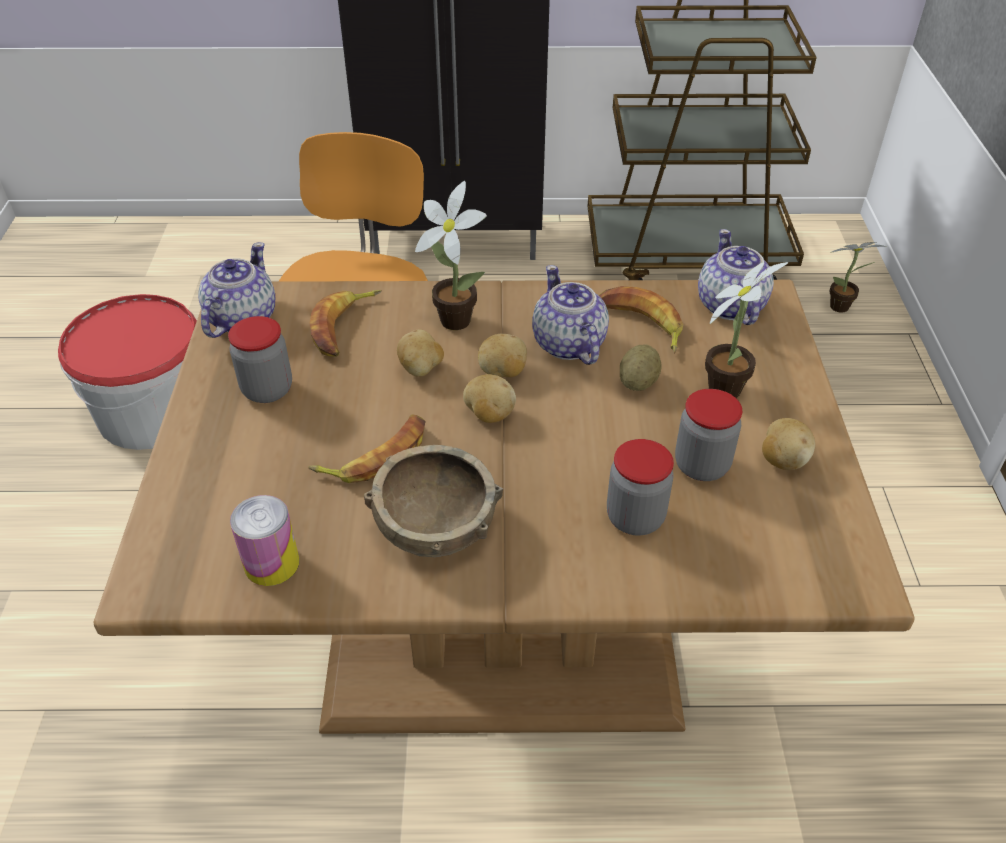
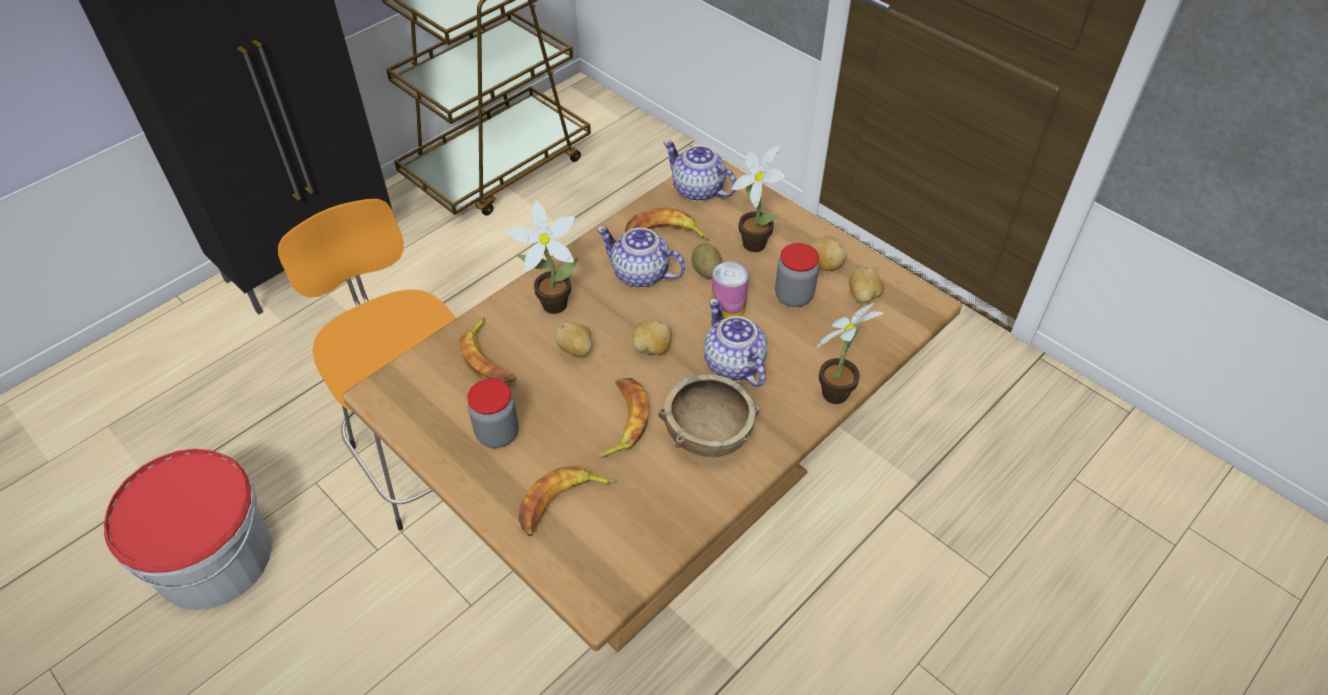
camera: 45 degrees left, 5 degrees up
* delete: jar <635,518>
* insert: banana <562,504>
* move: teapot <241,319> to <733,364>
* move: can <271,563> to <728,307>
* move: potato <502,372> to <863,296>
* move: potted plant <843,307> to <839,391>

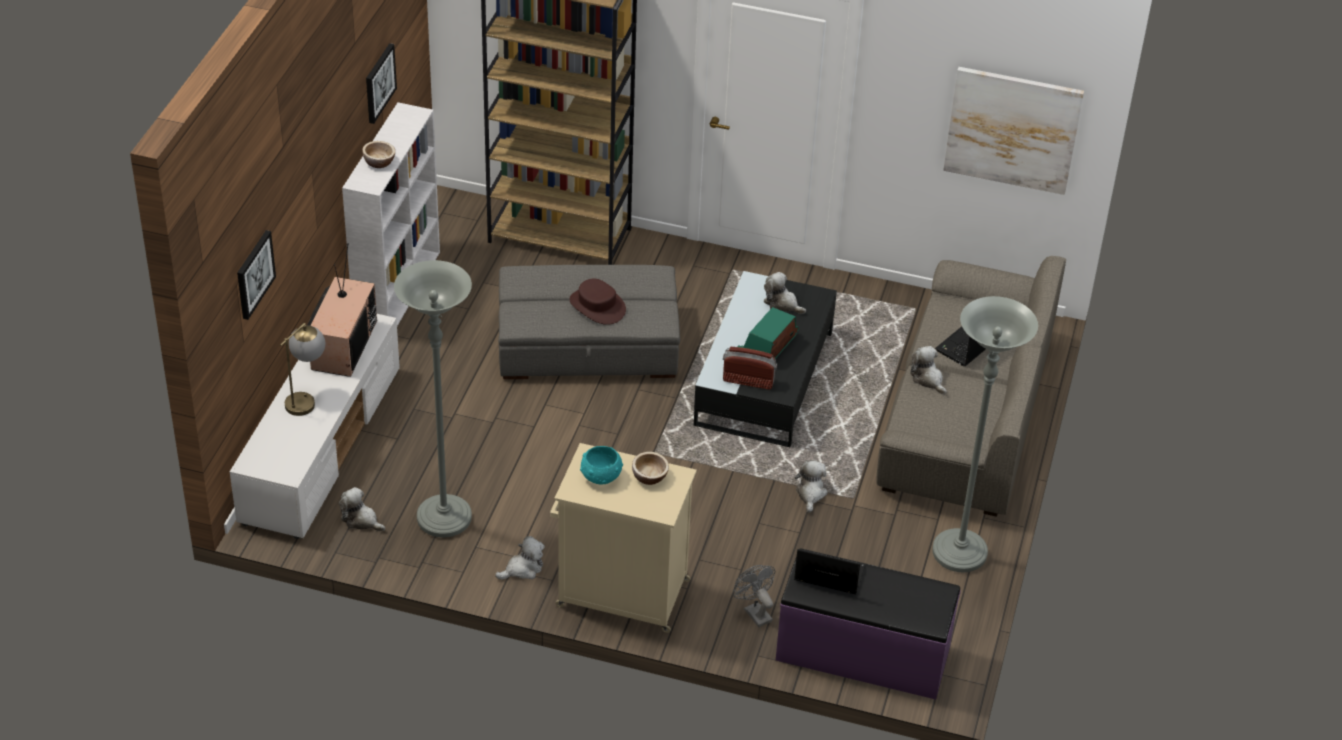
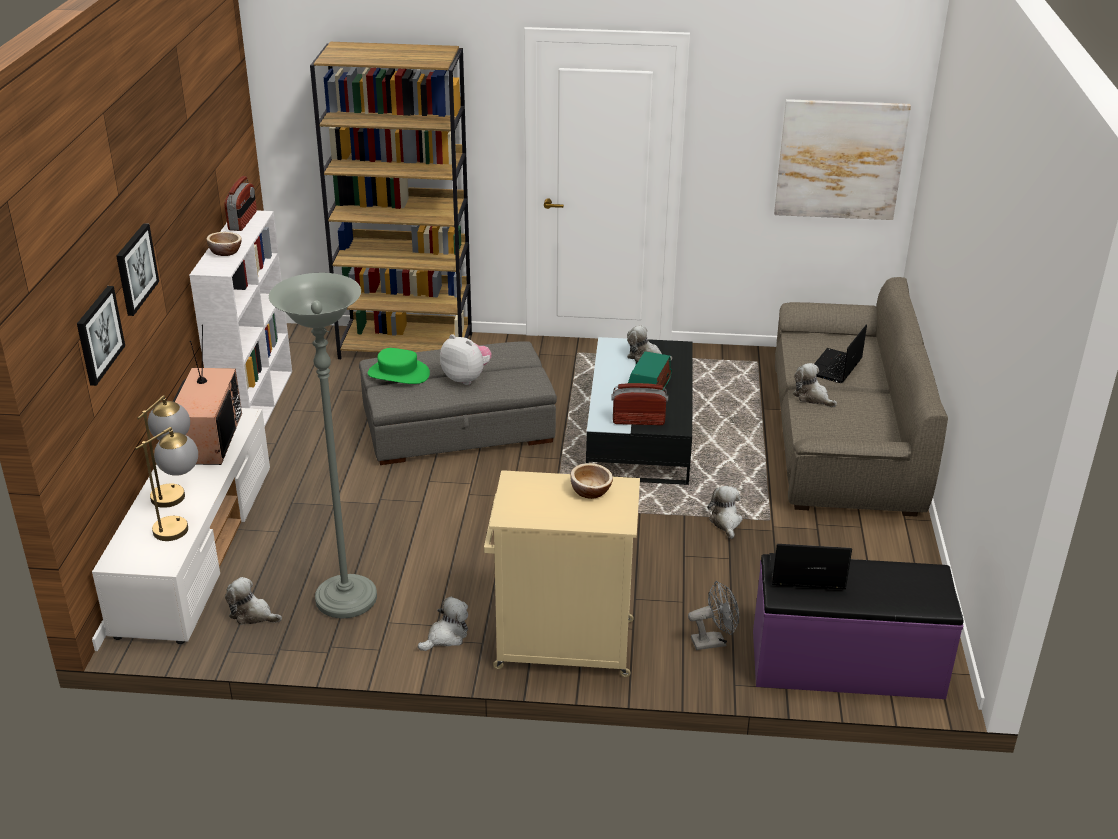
camera: 10 degrees left, 10 degrees down
* delete: bowl (turquoise) <600,476>
* delete: floor lamp (grey) <959,553>
* insert: table lamp <180,524>
* insert: radio <243,221>
* insert: hat (green) <398,374>
* move: picture <379,83> to <135,269>
* replace: hat (brown) <597,306> to plush toy <466,378>
* rotate: fan (grey) <754,612> = <713,641> 120 degrees clockwise

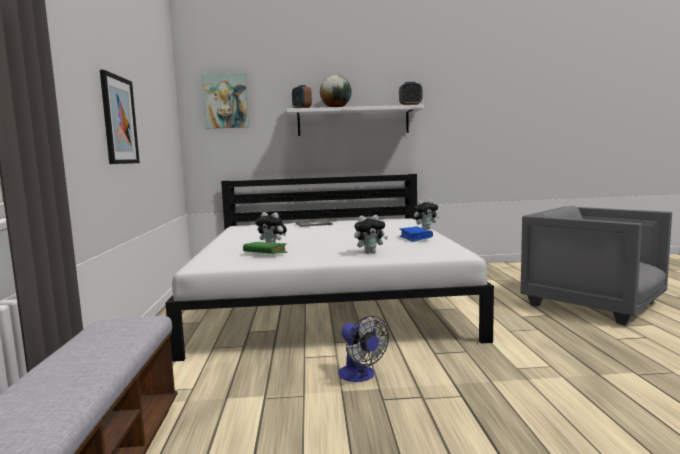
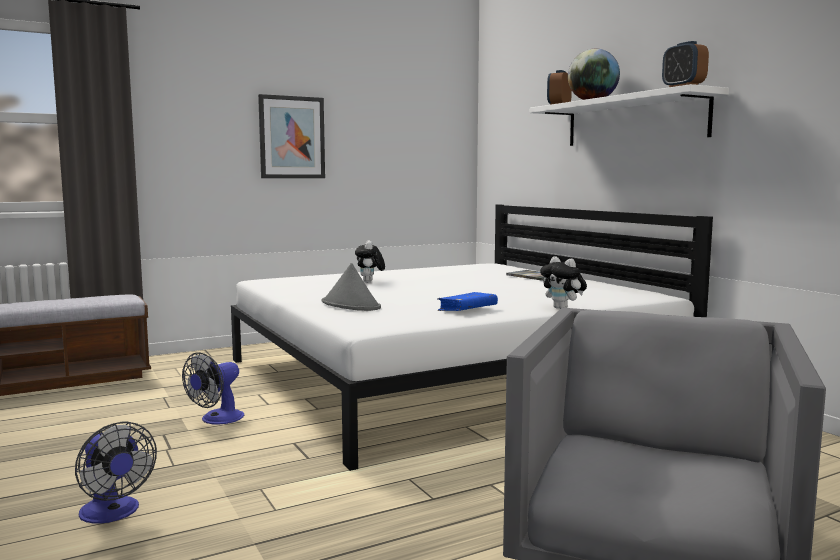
camera: 65 degrees right, 0 degrees up
* delete: picture <225,101>
* delete: book (green) <265,253>
* insert: fan <113,513>
* replace: plush toy <370,253> to hat (grey) <351,305>

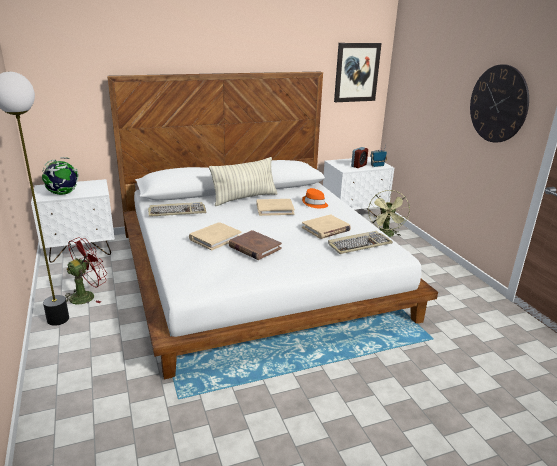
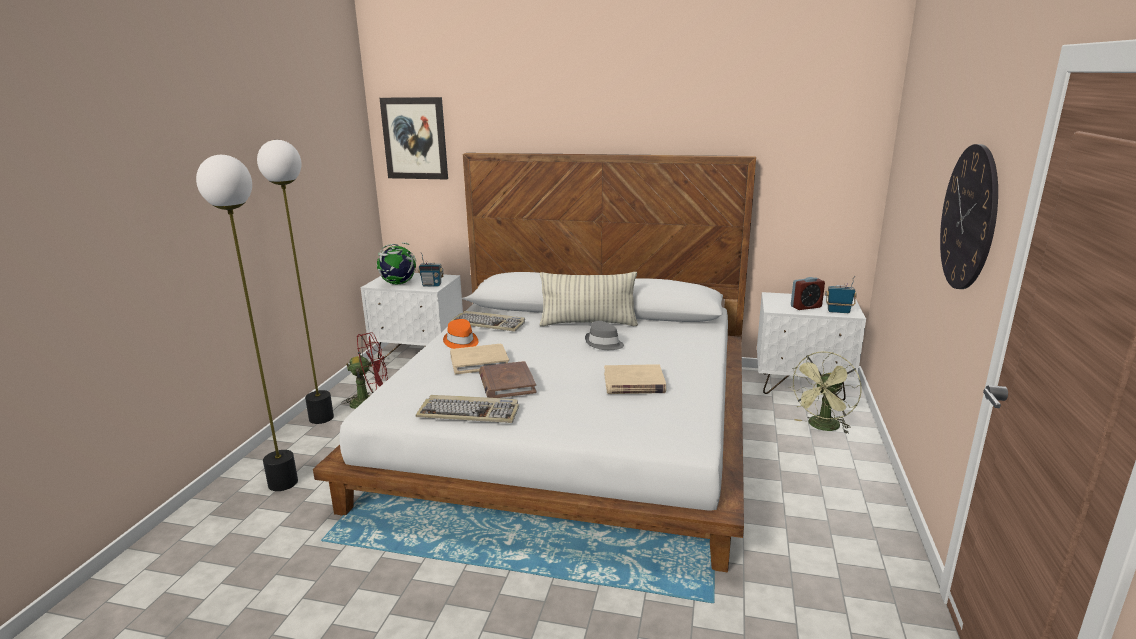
camera: 35 degrees right, 5 degrees down
* insert: floor lamp <282,483>
* insert: radio <432,285>
* move: hat (orange) <314,204> to <461,342>
* move: keyboard <359,244> to <470,412>
* move: picture <356,72> to <415,138>
* replace: book (beige) <275,209> to hat (grey) <604,343>

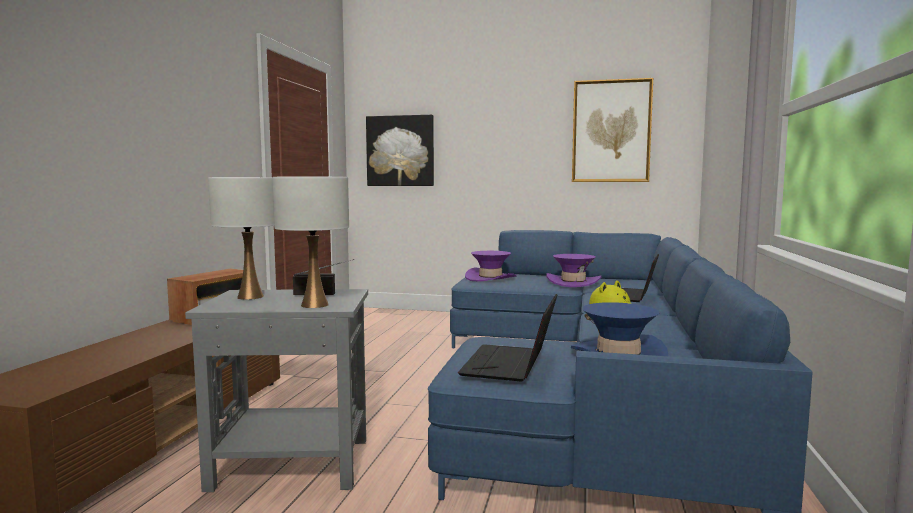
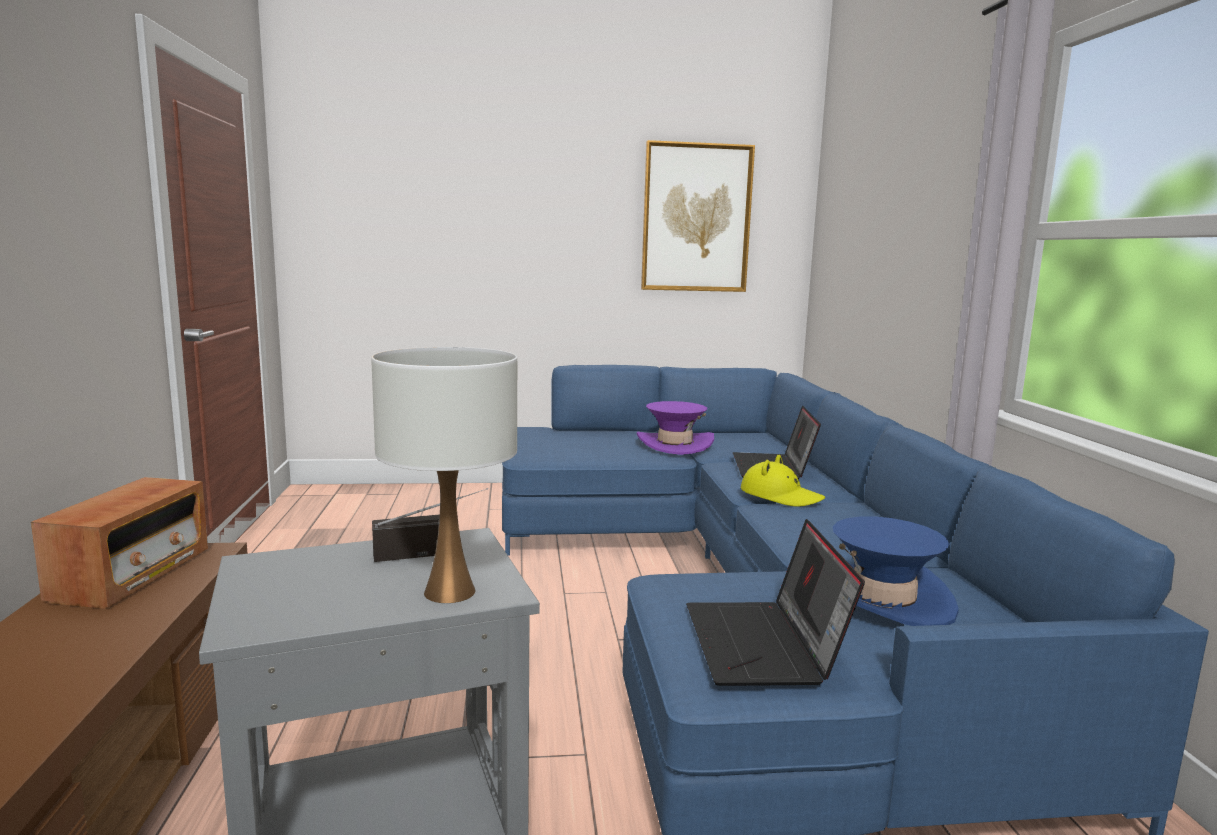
camera: 20 degrees left, 5 degrees up
* delete: table lamp (white) <250,297>
* delete: picture <400,151>
* delete: hat (purple) <490,278>

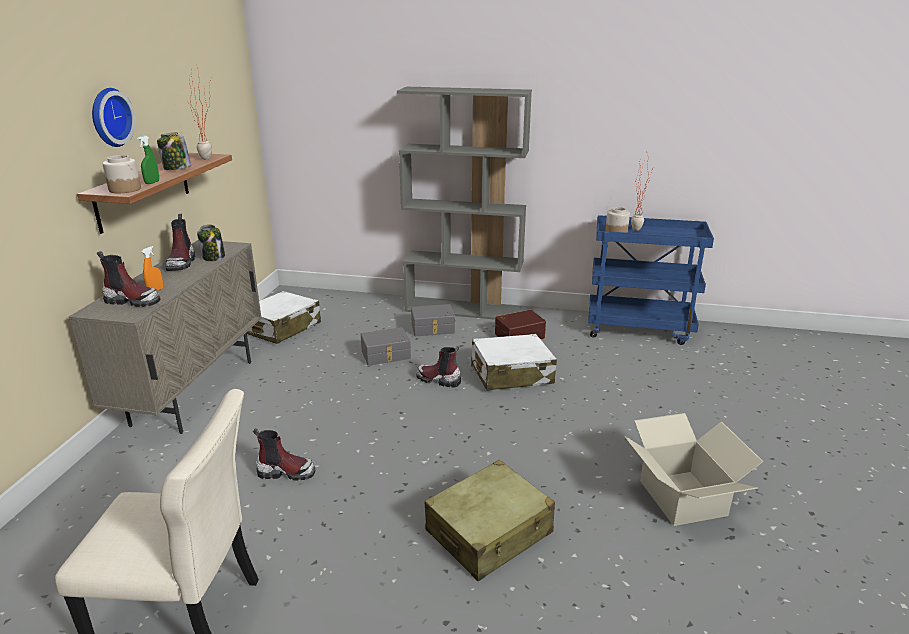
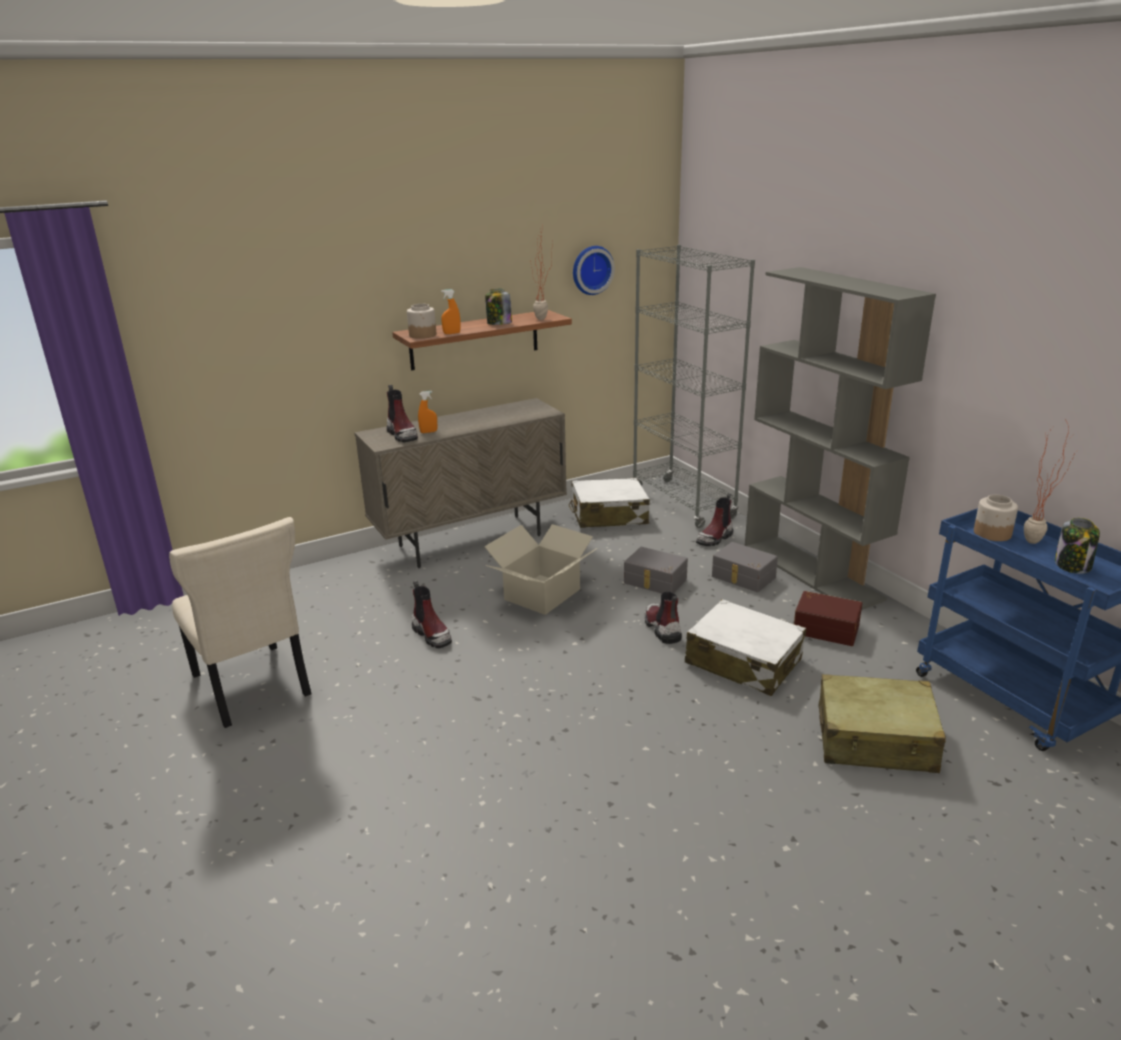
camera: 50 degrees right, 0 degrees up
* insert: bookcase (grey) <683,503>
* move: wall clock <109,117> to <591,270>
* move: boot <181,263> to <715,538>
* move: jar <214,257> to <1073,565>
* move: suitcase (beige) <489,532> to <875,740>
* move: cardboard box <681,498> to <541,594>
* recolor: spray bottle (green) <152,182> to spray bottle (orange) <451,333>

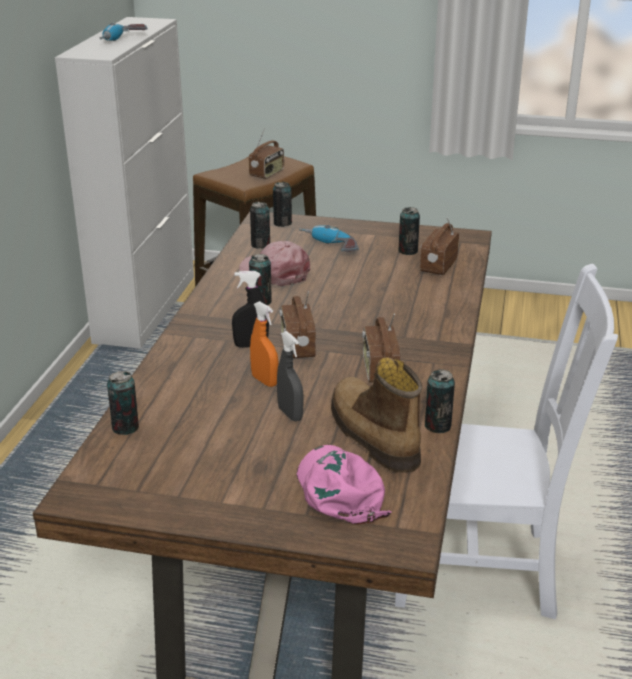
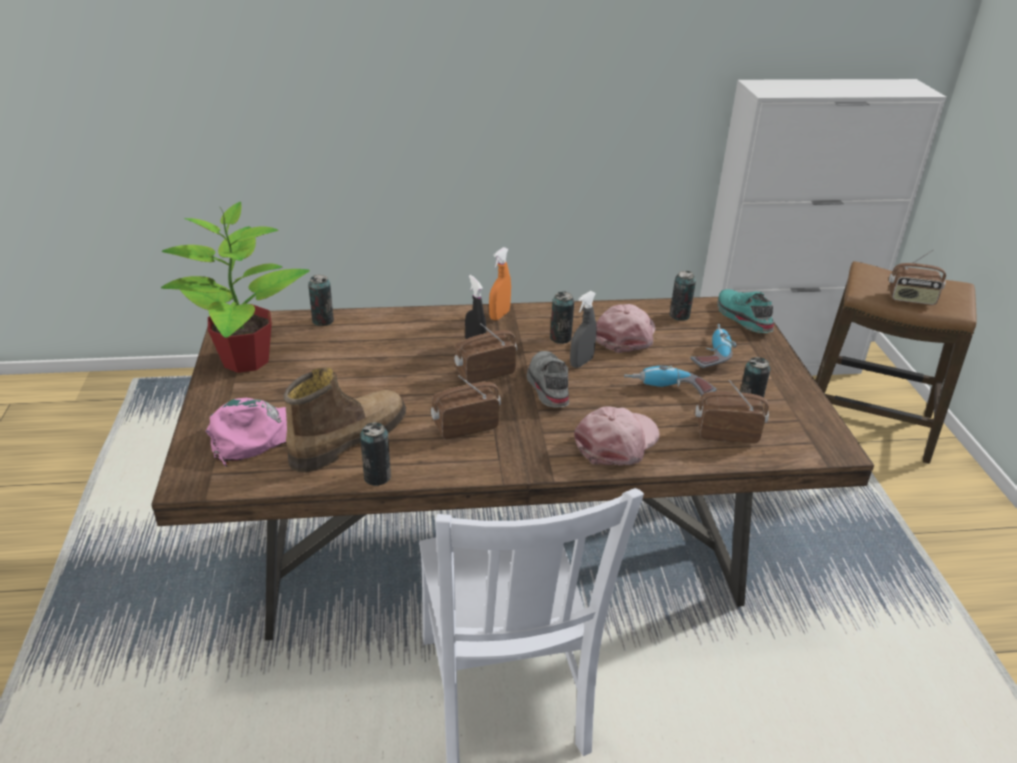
camera: 70 degrees right, 5 degrees up
* insert: potted plant <244,360>
* insert: shoe (grey) <547,386>
* insert: cap (pink) <617,442>
* move: power drill <122,40> to <668,391>
* move: spray bottle (orange) <264,381> to <499,315>
* move: spray bottle (grey) <290,414> to <581,362>
* replace: can <282,223> to shoe (turquoise) <742,318>

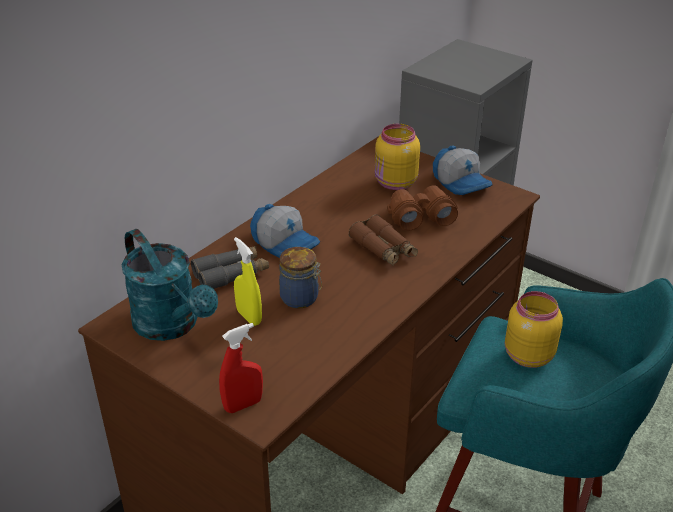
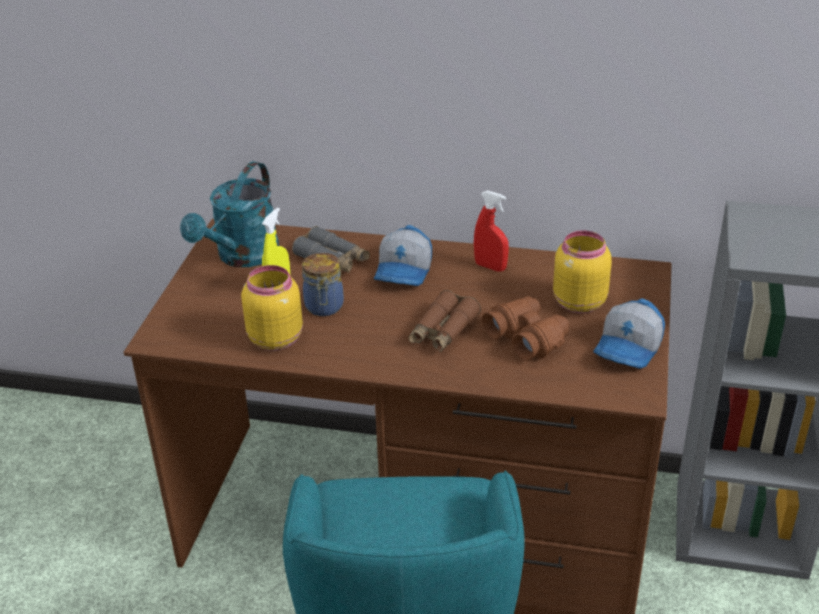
camera: 65 degrees right, 0 degrees up
* move: spray bottle (red) <243,405> to <490,267>
* move: jar (yellow) <526,355> to <275,338>

